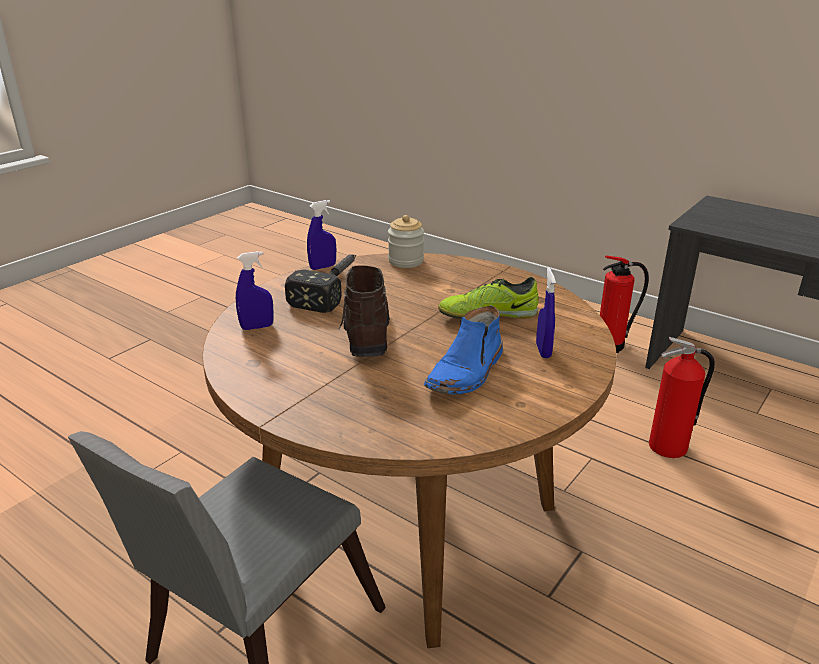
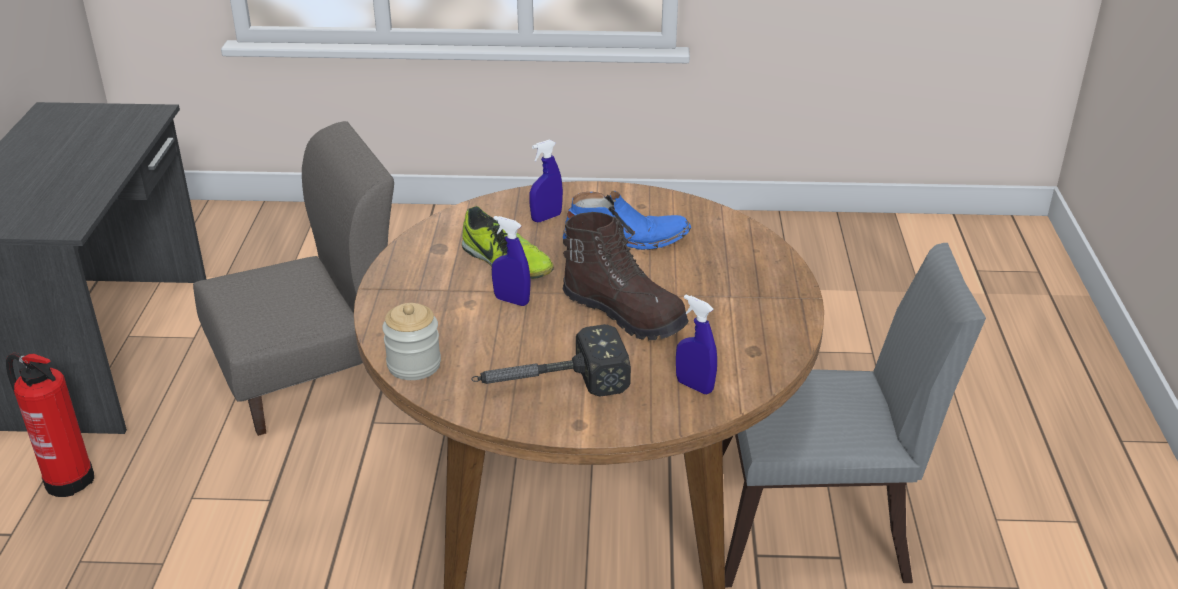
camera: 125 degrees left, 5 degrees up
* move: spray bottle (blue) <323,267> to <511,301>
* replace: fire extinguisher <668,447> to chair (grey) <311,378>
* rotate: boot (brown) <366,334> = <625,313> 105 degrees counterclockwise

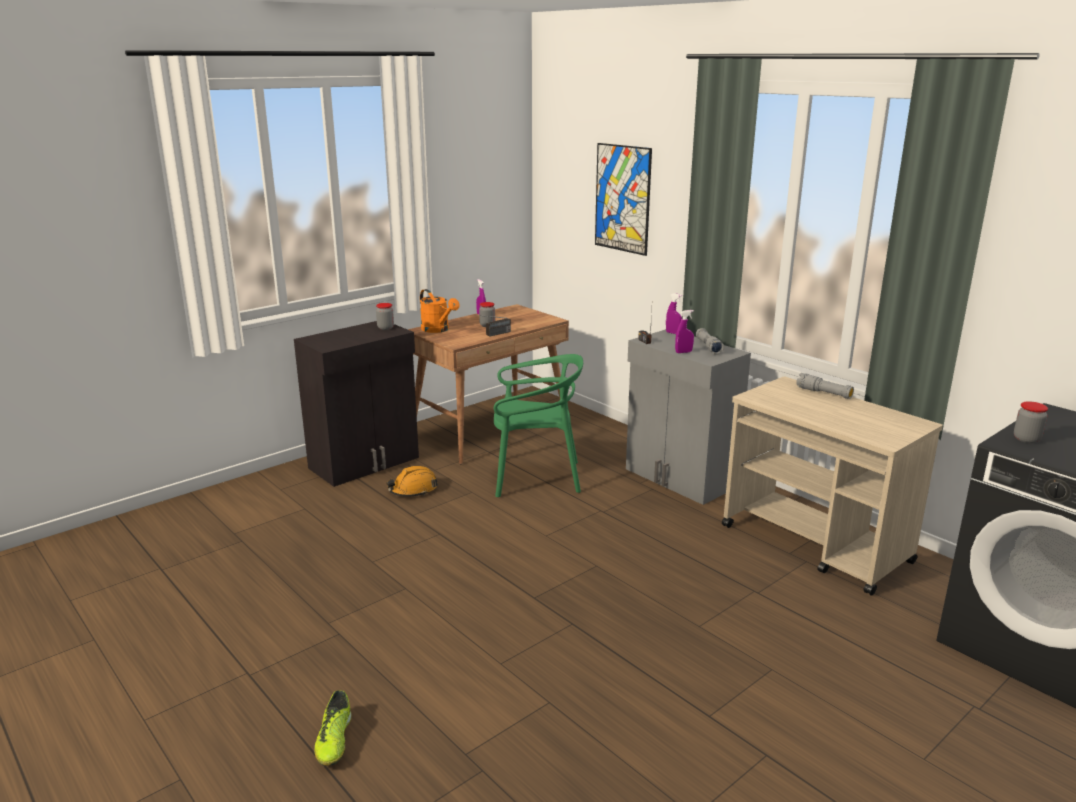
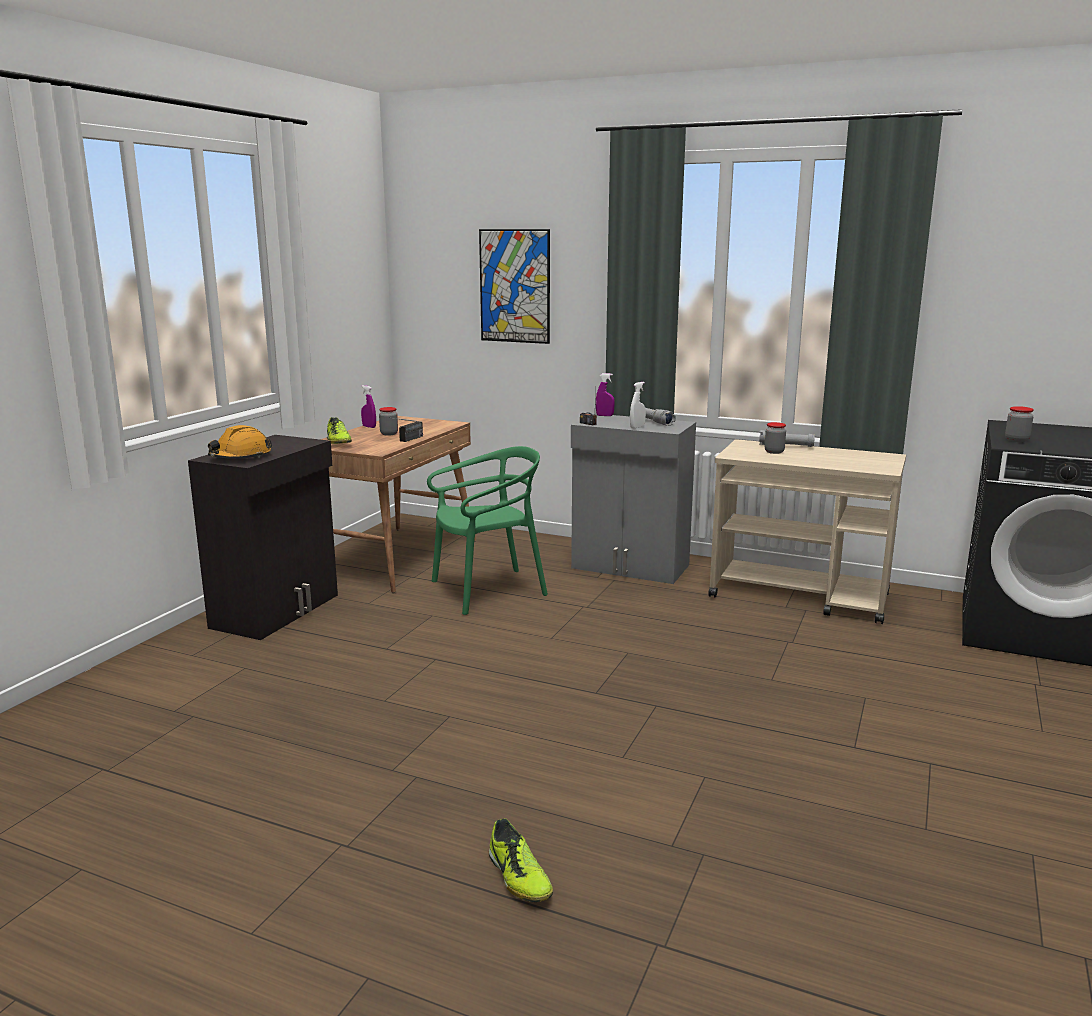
camera: 25 degrees left, 5 degrees down
* move: jar <385,328> to <774,452>
* move: hard hat (orange) <413,490> to <240,457>
* replace: watering can (orange) <438,330> to shoe <338,442>
* recolor: spray bottle (purple) <683,352> to spray bottle (white) <637,427>

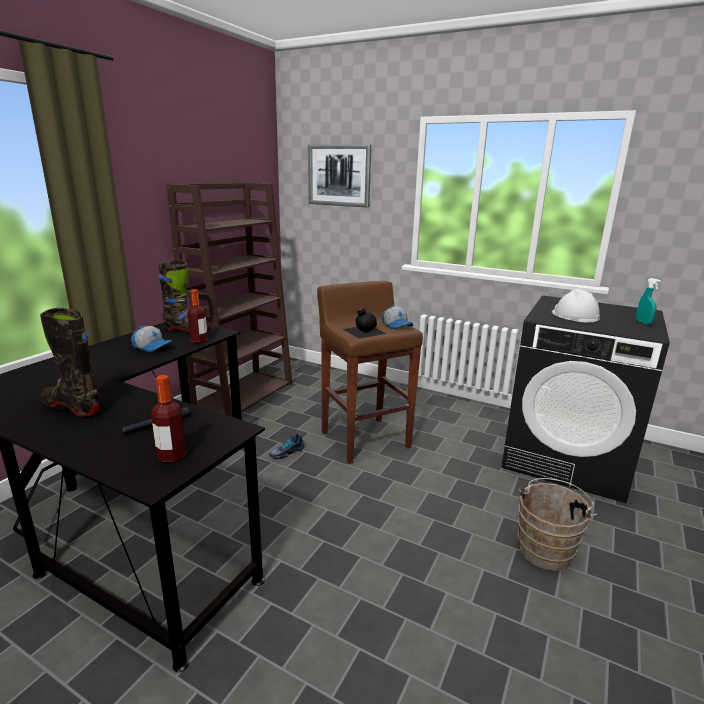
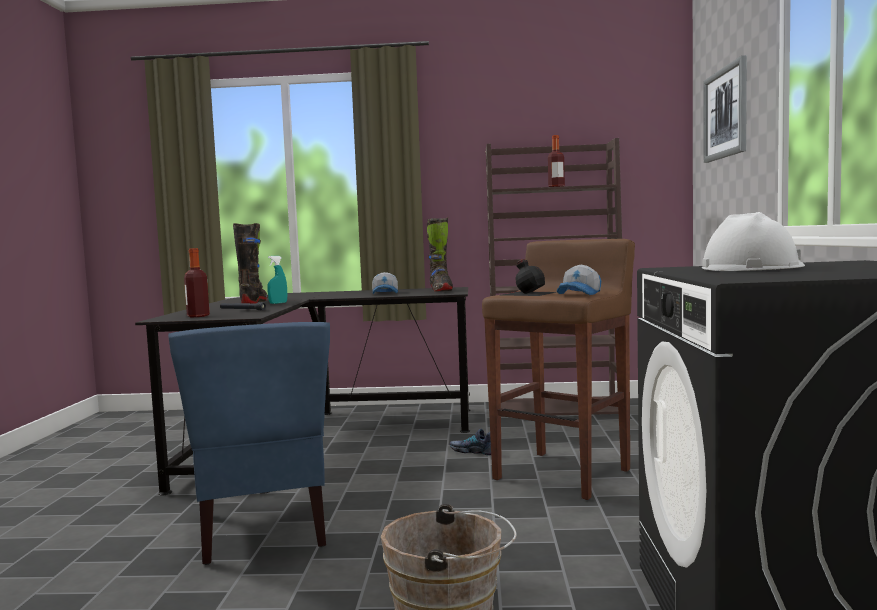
camera: 65 degrees right, 15 degrees down
* insert: chair (blue) <264,530>
* move: bottle <199,340> to <556,187>
* move: spray bottle (turquoise) <643,322> to <278,303>

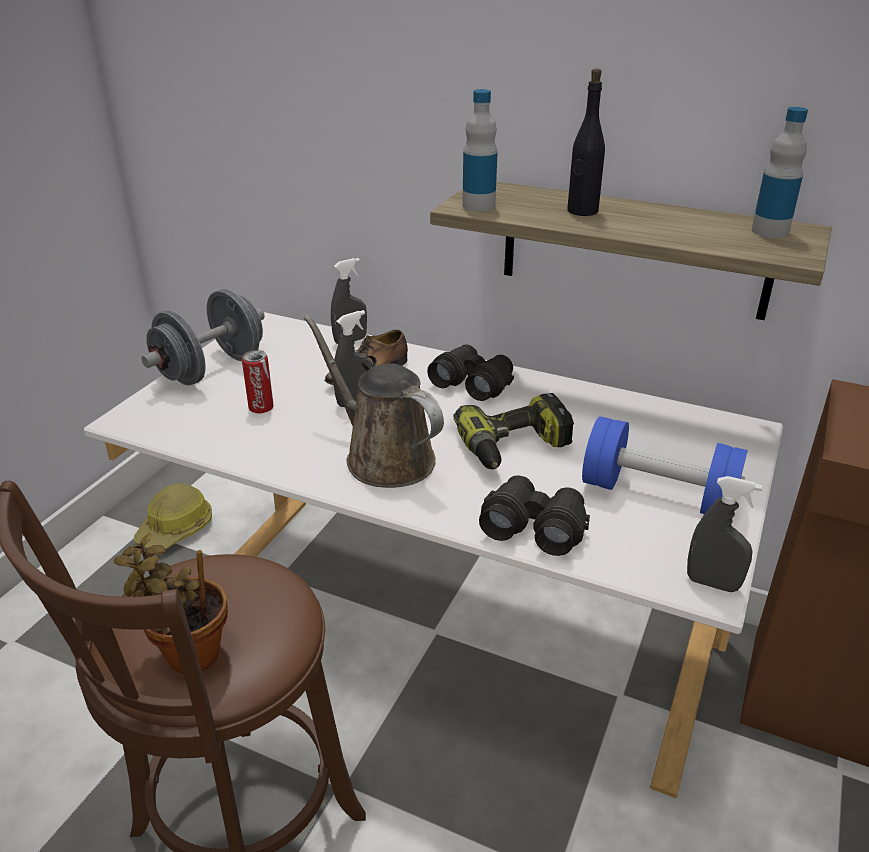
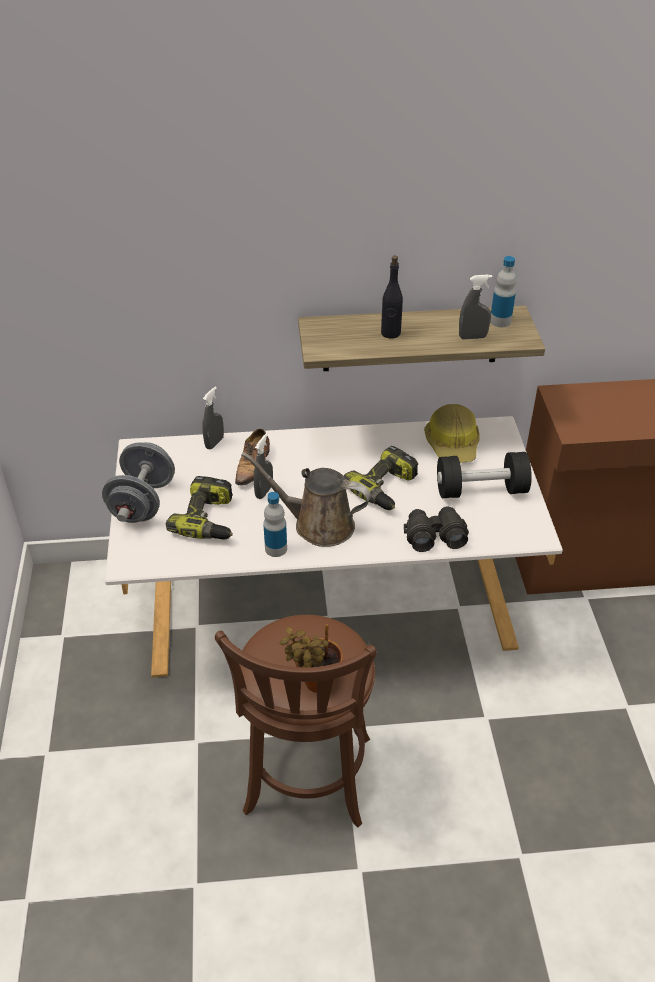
camera: 30 degrees left, 10 degrees up
* delete: binoculars (black) <472,383>
* move: hard hat <176,528> to <452,444>
* move: bottle <478,206> to <276,548>
* move: spray bottle (grey) <712,583> to <472,337>
* replace: can <261,408> to power drill <209,519>
* recolor: dumbbell (blue) <658,495> to dumbbell (black) <481,490>

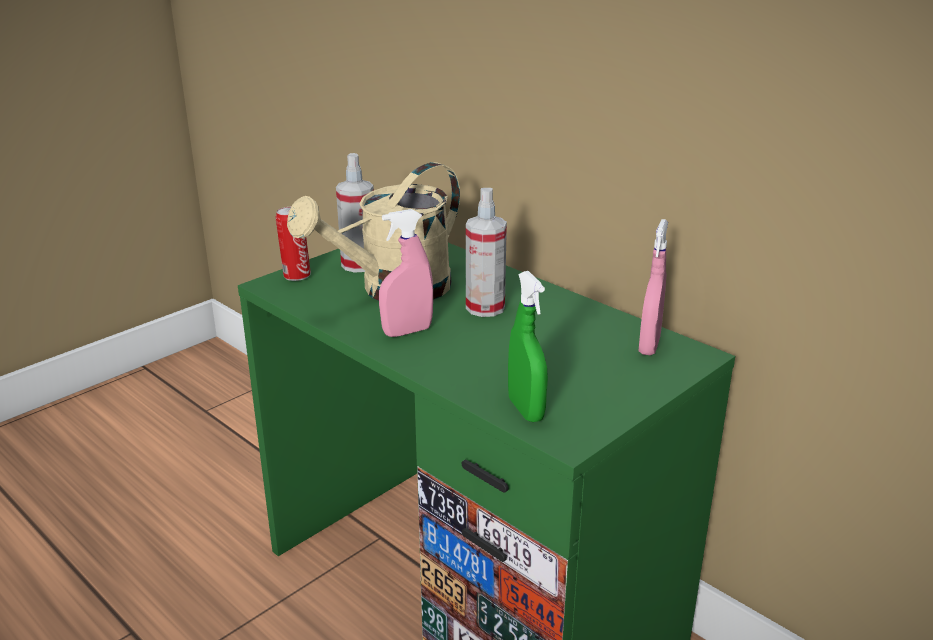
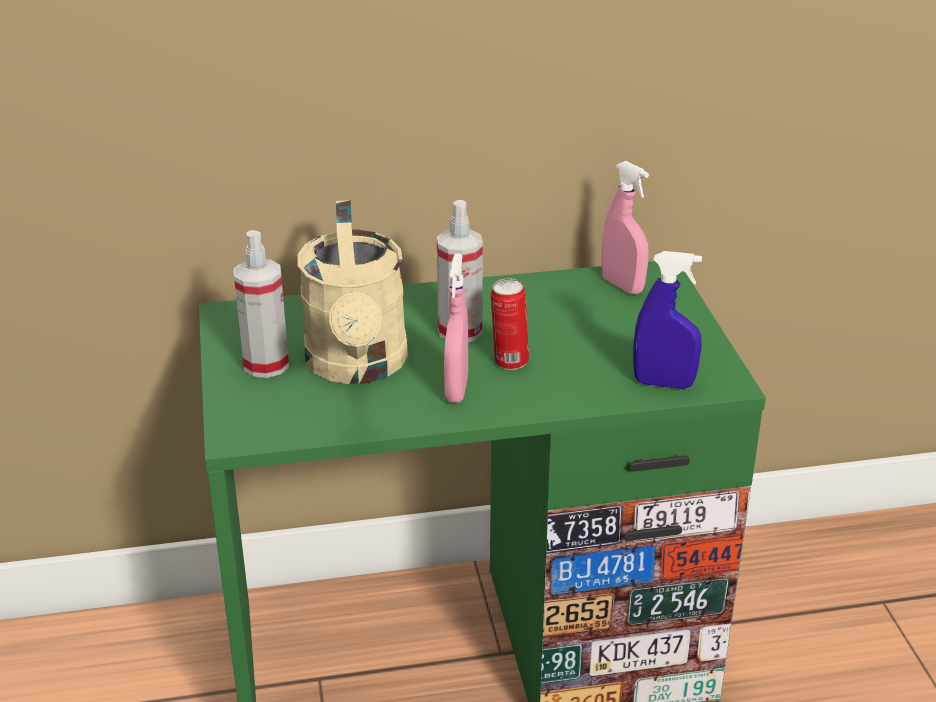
camera: 55 degrees left, 5 degrees up
* move: can <296,276> to <509,362>
* recolor: spray bottle (green) <526,410> to spray bottle (blue) <663,383>

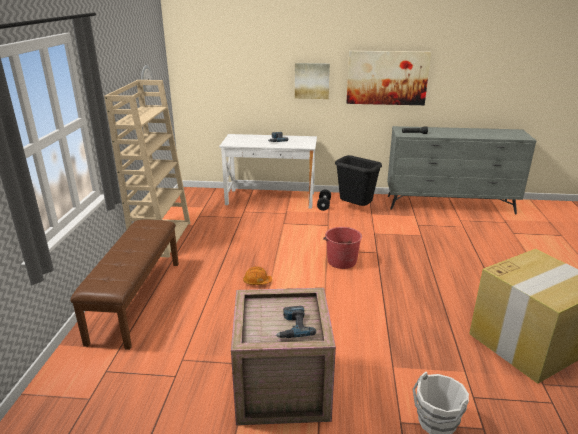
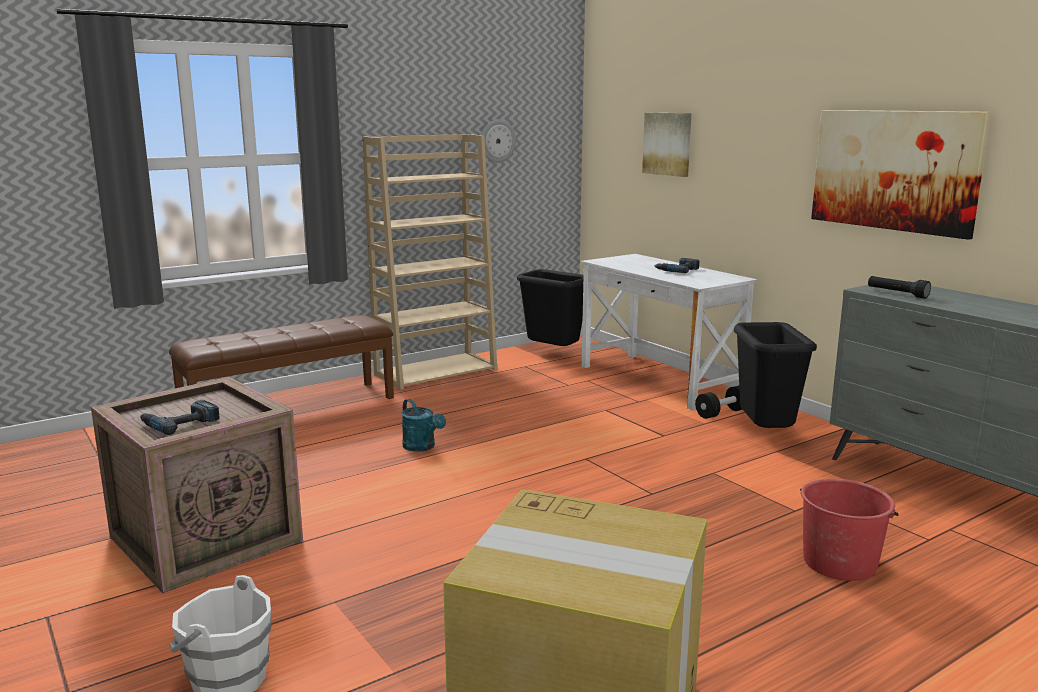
camera: 50 degrees right, 10 degrees down
* insert: trash can (black) <553,354>
* move: picture <312,80> to <668,144>
* move: bucket (red) <341,261> to <839,562>
* replace: hard hat (orange) <257,281> to watering can (turquoise) <422,447>

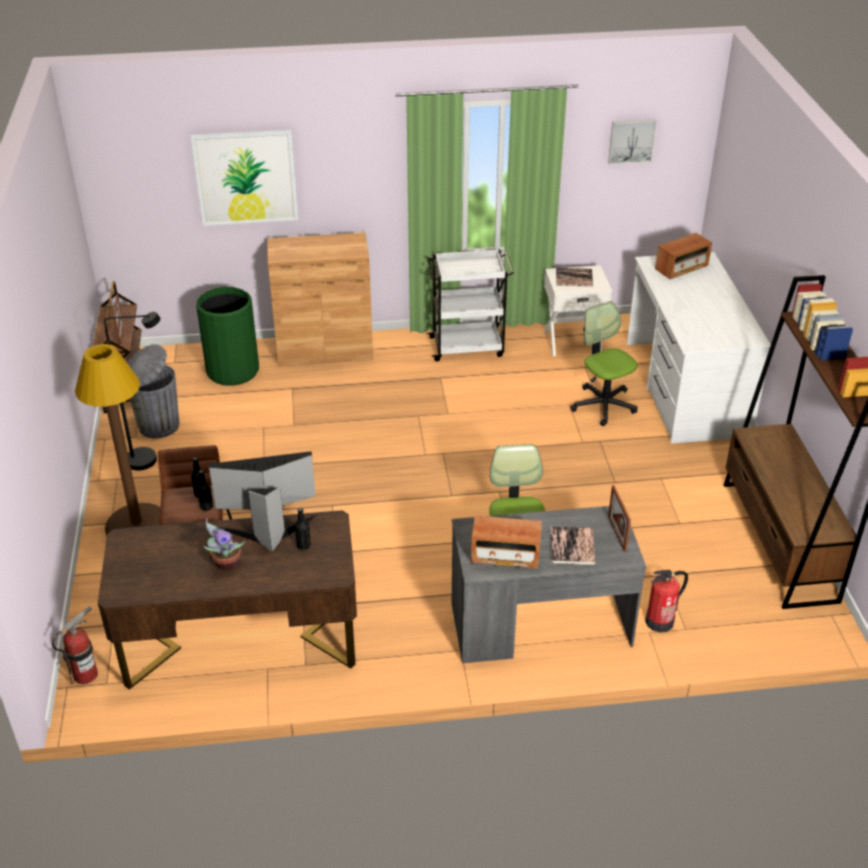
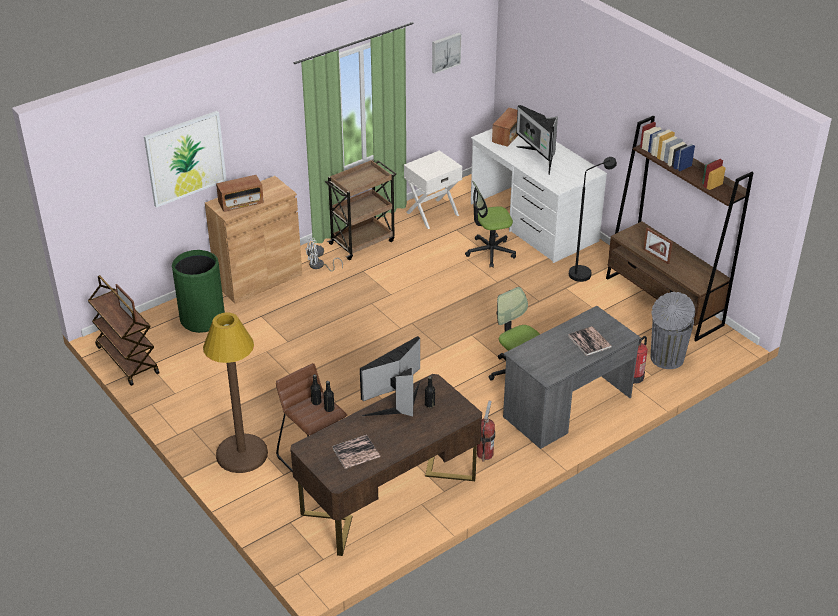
camera: 30 degrees left, 0 degrees up
* delete: potted plant <225,563>
* insert: fan (white) <319,266>
* insert: monitor <539,158>
* move: fire extinguisher <85,674> to <485,453>
* move: floor lamp (black) <150,460> to <584,272>
* move: trash can (grey) <157,426> to <666,359>
* move: radio <505,556> to <241,203>
* move: book <574,278> to <356,452>
* move: picture frame <617,533> to <656,256>
* recolor: cart (white) <468,346> to cart (brown) <363,242>
* rotate: office chair <603,405> = <490,252> 45 degrees counterclockwise

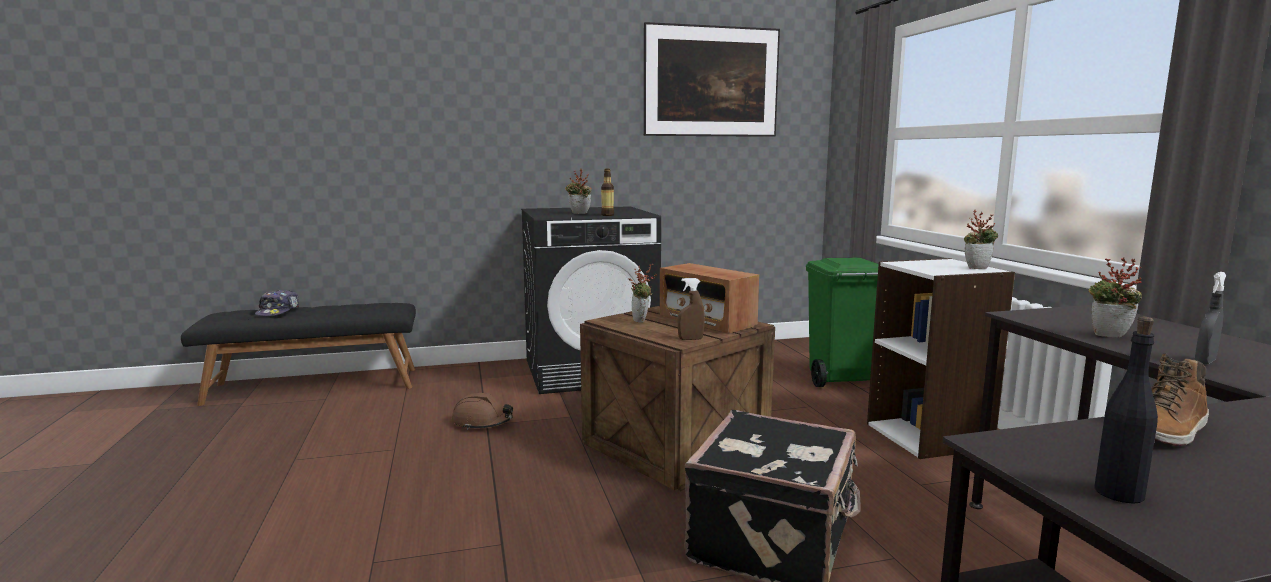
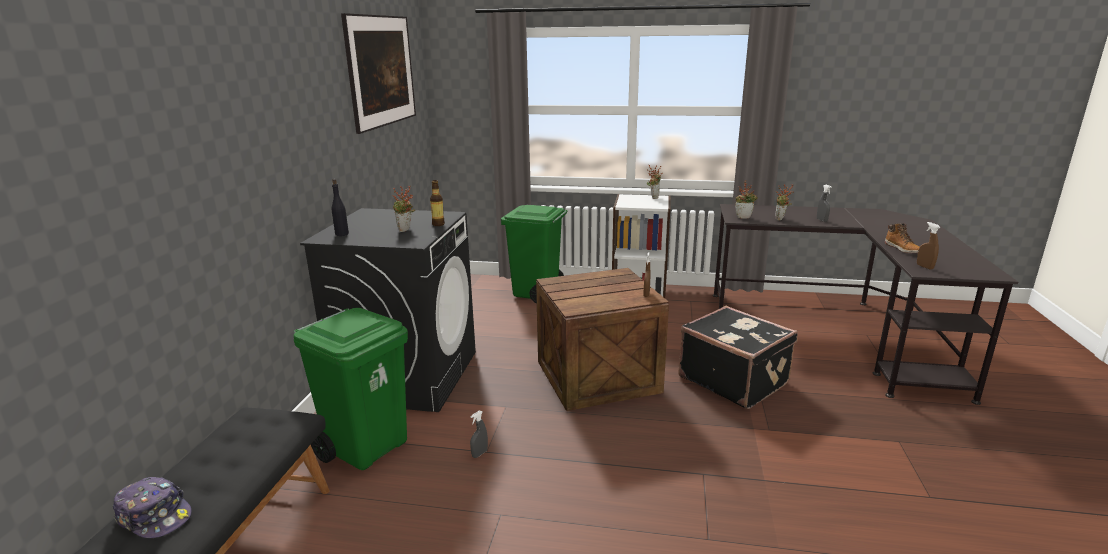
camera: 65 degrees left, 10 degrees up
* delete: radio <706,321>
* insert: trash can (green) <367,447>
* insert: spray bottle (brown) <924,267>
* move: potted plant <642,320> to <744,217>
* move: bottle (black) <1119,493> to <342,234>
* replace: hard hat (brown) <482,423> to spray bottle (grey) <479,454>

